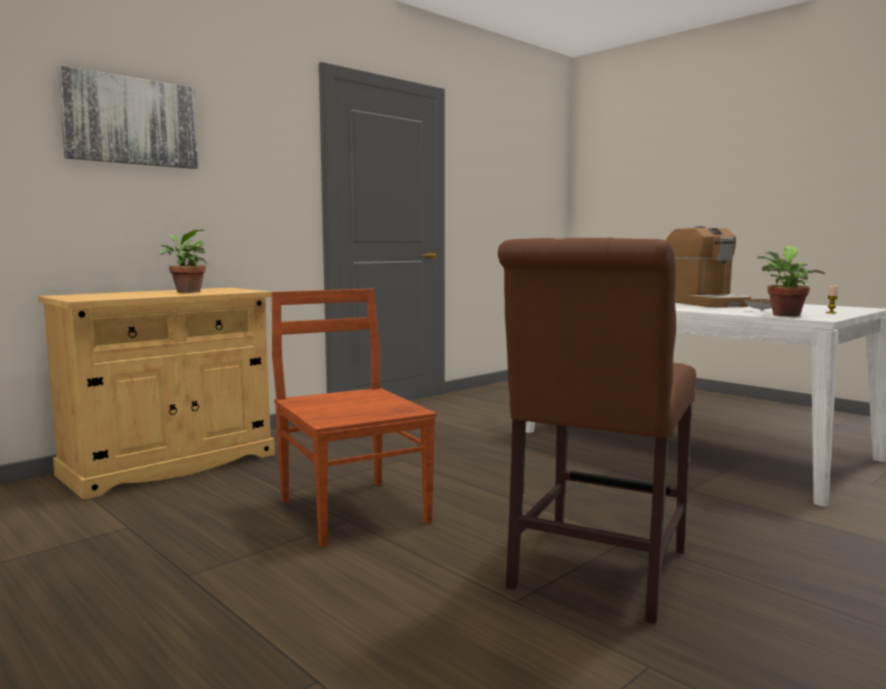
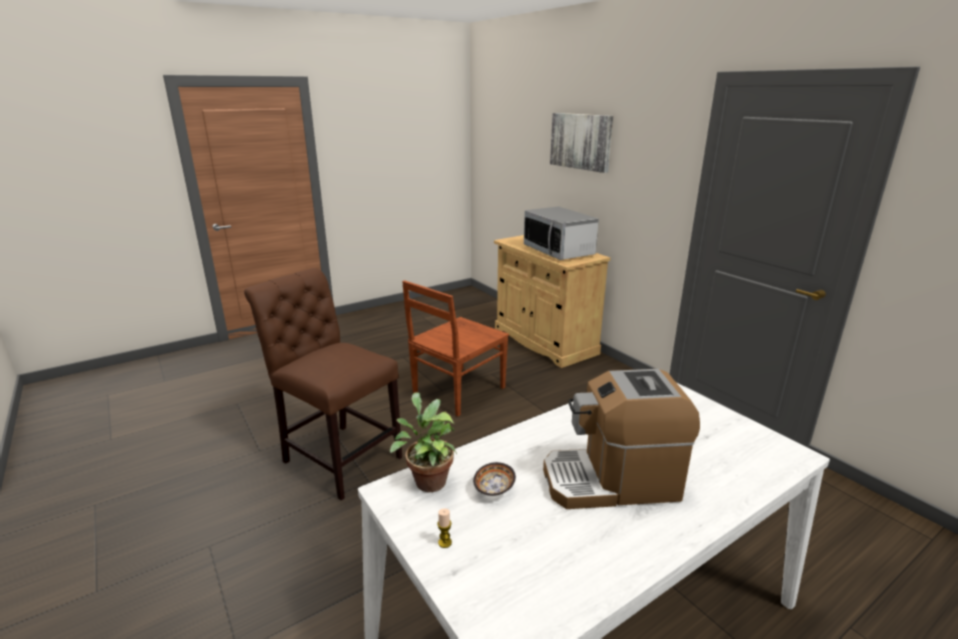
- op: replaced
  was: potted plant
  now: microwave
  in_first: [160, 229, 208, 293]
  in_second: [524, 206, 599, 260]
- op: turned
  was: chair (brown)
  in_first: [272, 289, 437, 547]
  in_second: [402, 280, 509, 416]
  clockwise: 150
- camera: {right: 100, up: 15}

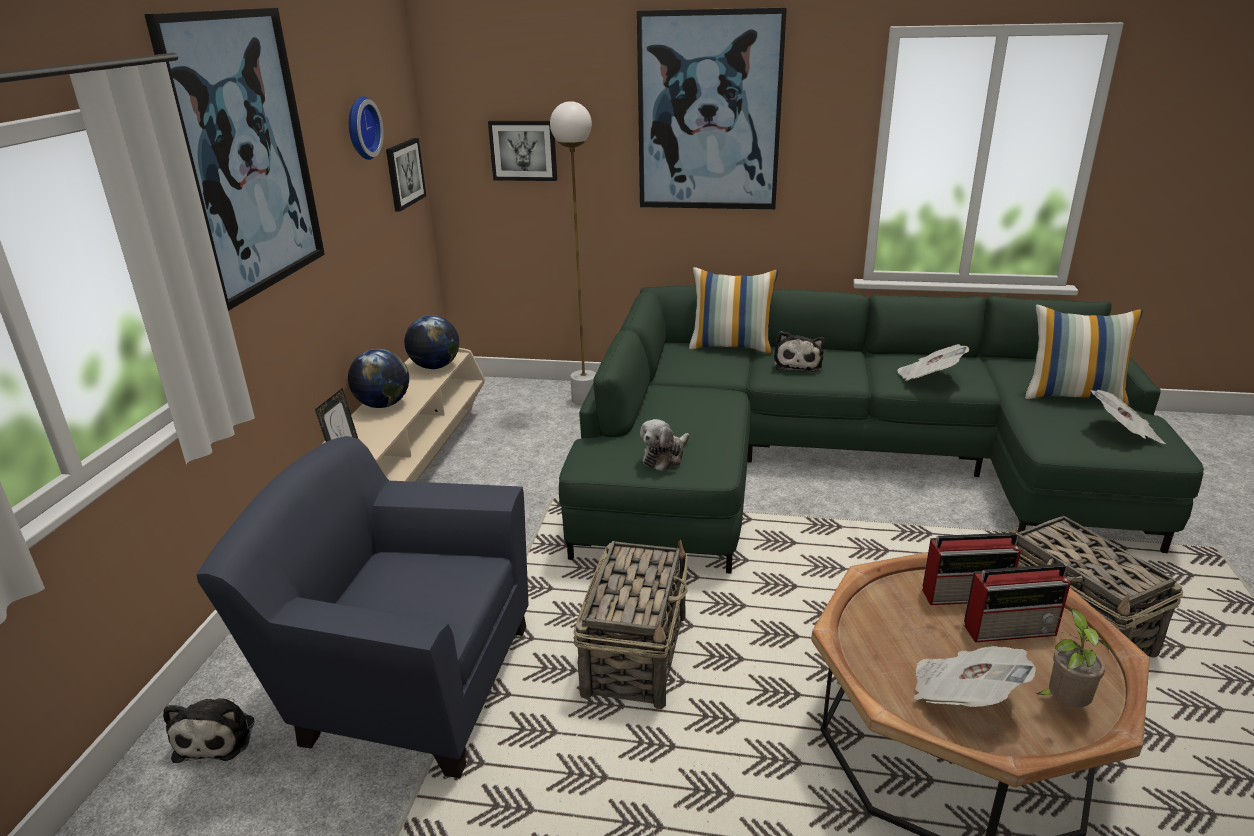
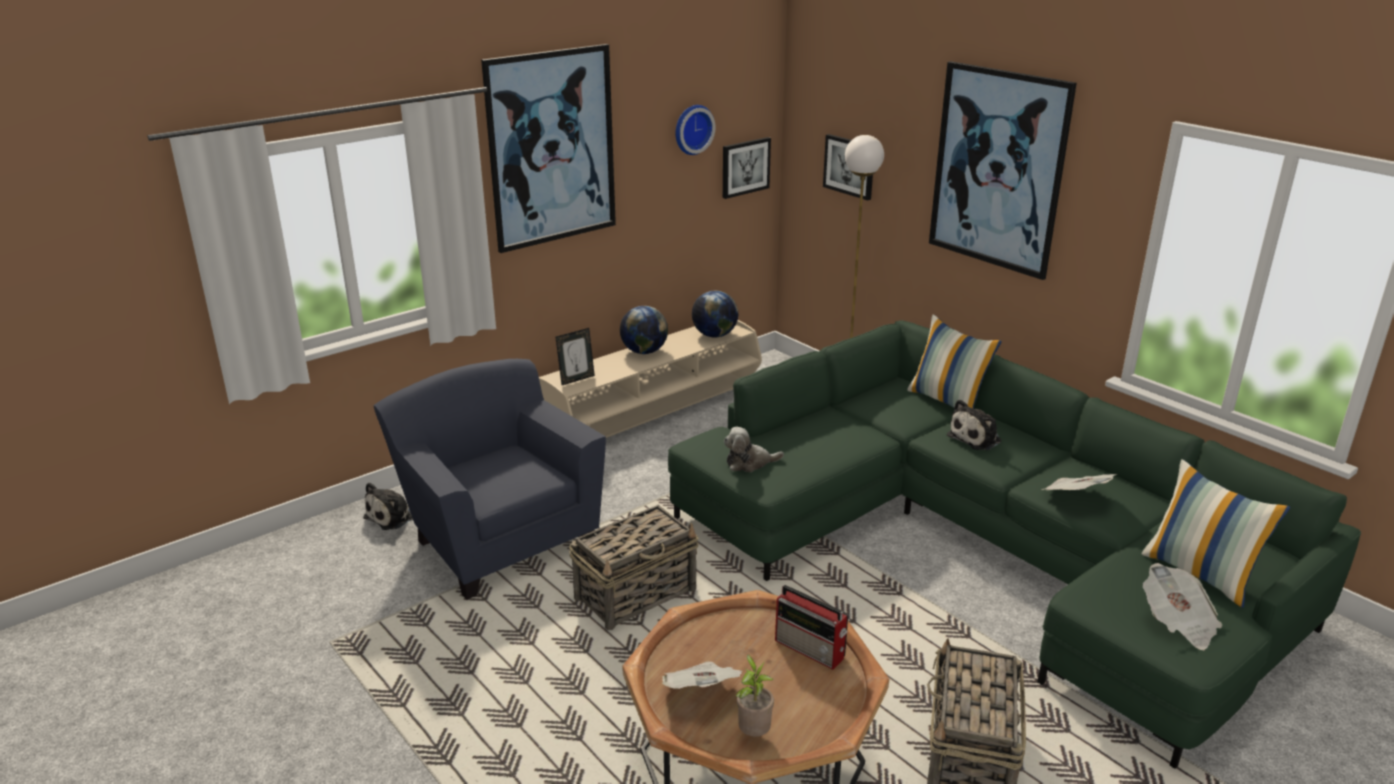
- op: removed
  was: radio set
  in_first: [964, 564, 1071, 643]
- camera: {right: 40, up: 0}

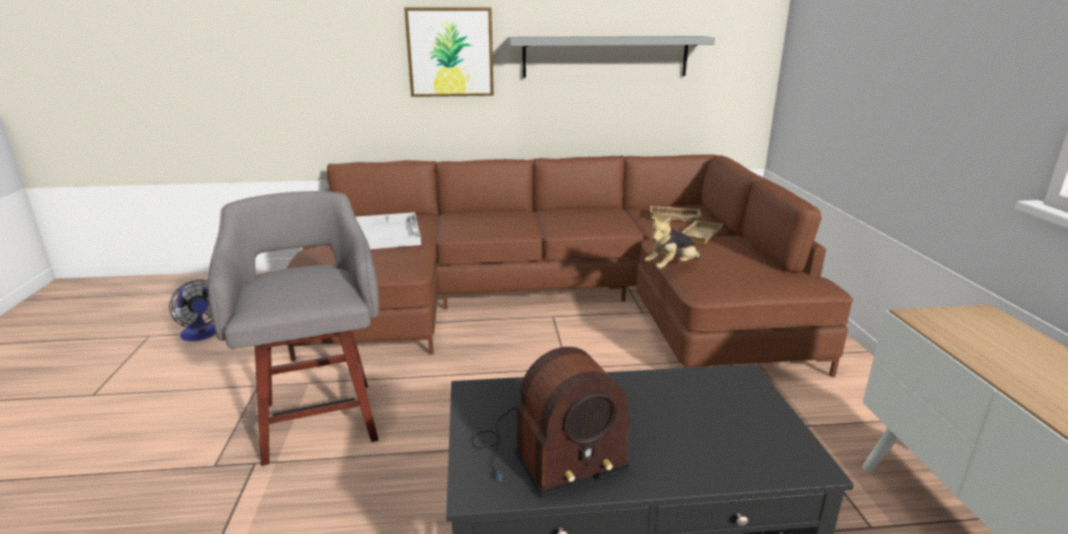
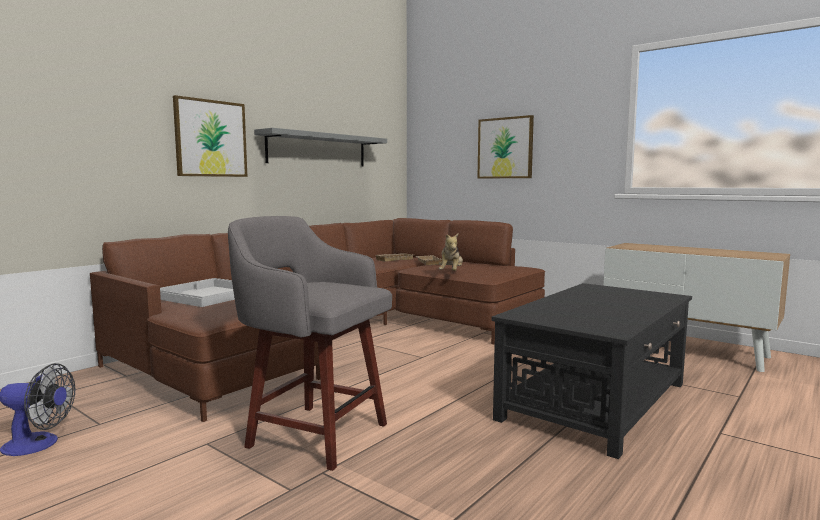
- op: removed
  was: radio set
  in_first: [472, 347, 631, 497]
- op: added
  now: wall picture
  in_second: [478, 115, 534, 179]
- camera: {right: -45, up: -15}

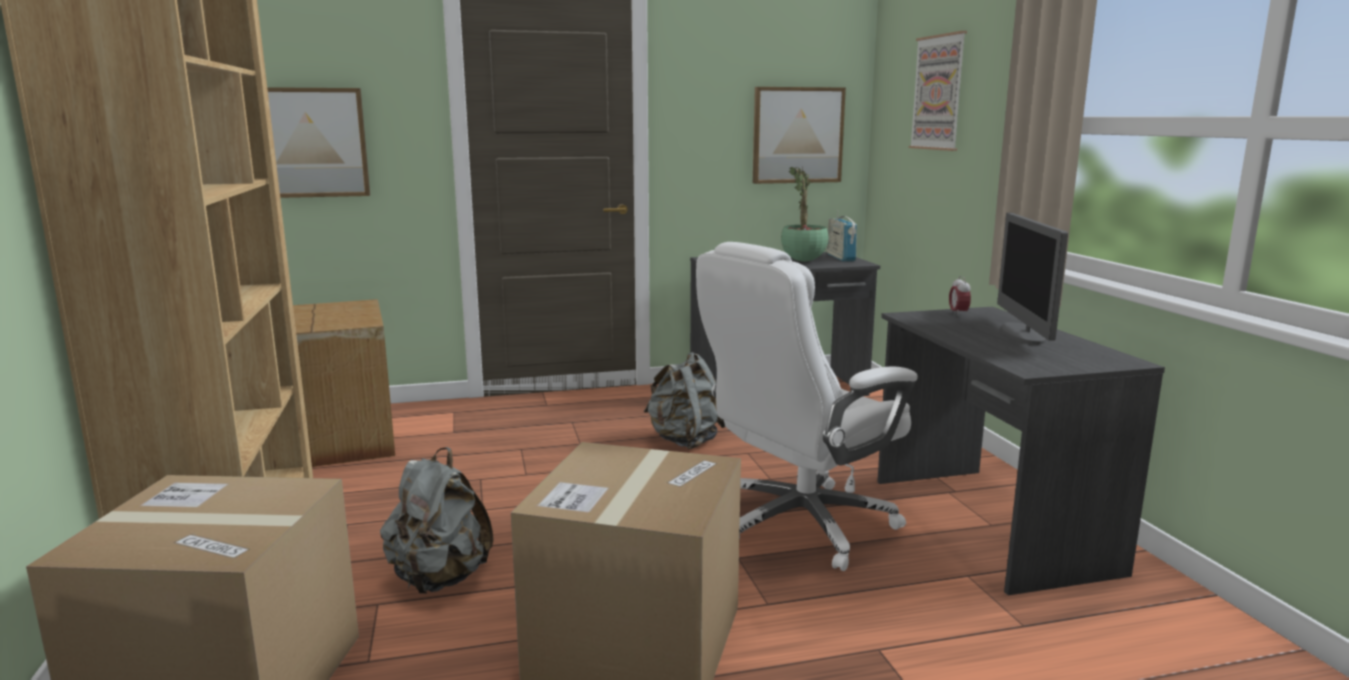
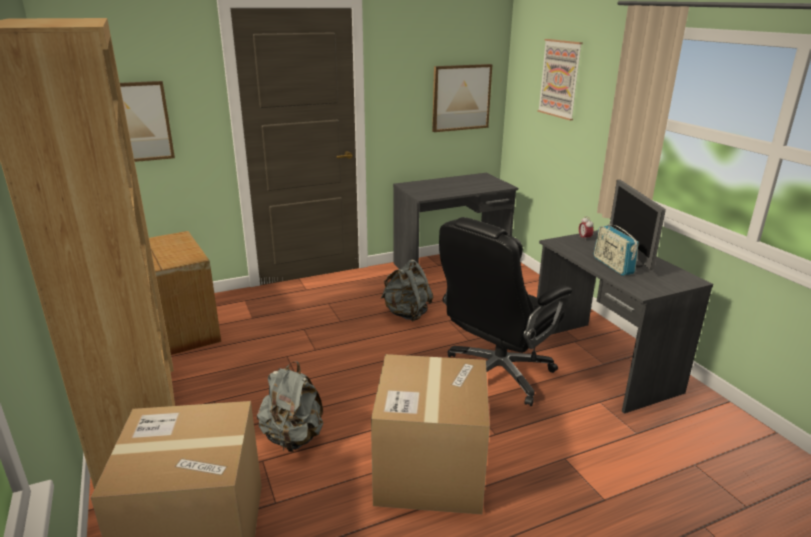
- op: recoloured
  was: office chair (white)
  now: office chair (blackish)
  in_first: [696, 242, 918, 571]
  in_second: [439, 217, 572, 406]
- op: removed
  was: potted plant
  in_first: [781, 167, 828, 262]
- op: moved
  was: radio set
  in_first: [827, 210, 857, 261]
  in_second: [594, 220, 639, 276]
- camera: {right: -10, up: 10}

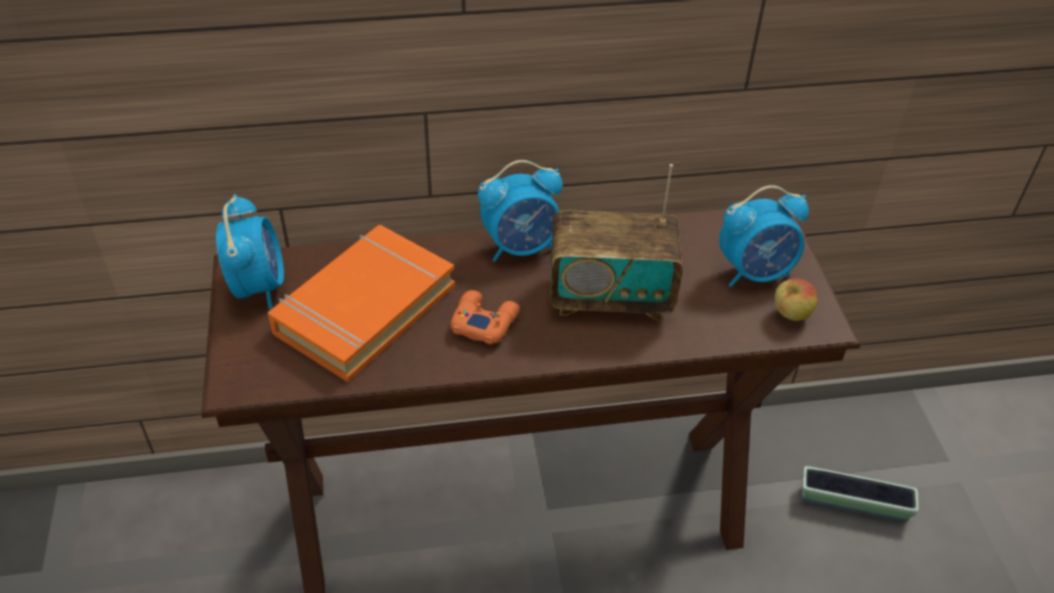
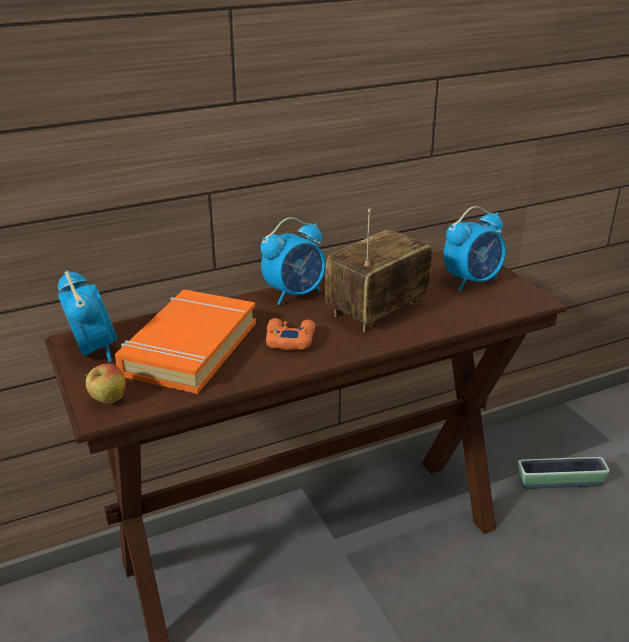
- op: turned
  was: radio set
  in_first: [550, 164, 683, 320]
  in_second: [325, 209, 432, 332]
  clockwise: 150
- op: moved
  was: apple fruit
  in_first: [775, 278, 817, 321]
  in_second: [86, 363, 126, 403]
- camera: {right: -15, up: -15}

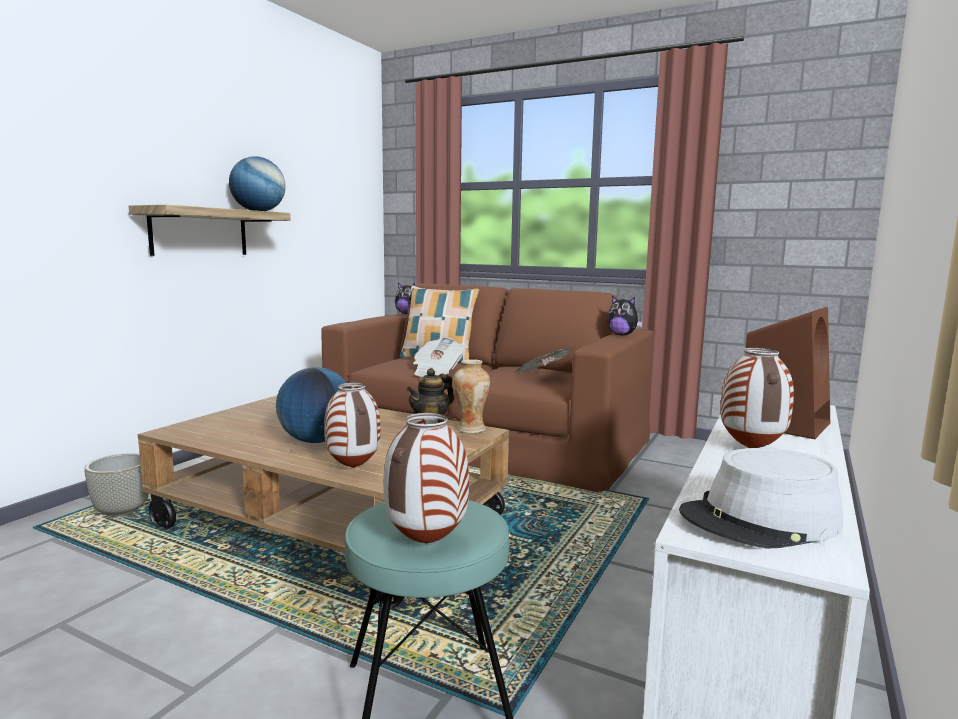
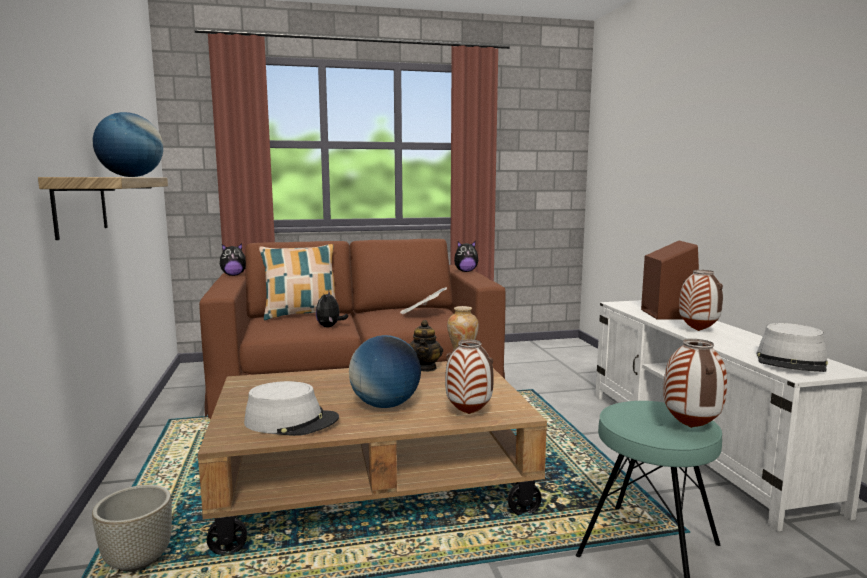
- op: replaced
  was: printed paper
  now: cuddly toy
  in_first: [413, 337, 465, 377]
  in_second: [316, 292, 348, 327]
- op: added
  now: clothing hat (greyish)
  in_second: [244, 381, 339, 436]
- camera: {right: -40, up: 0}

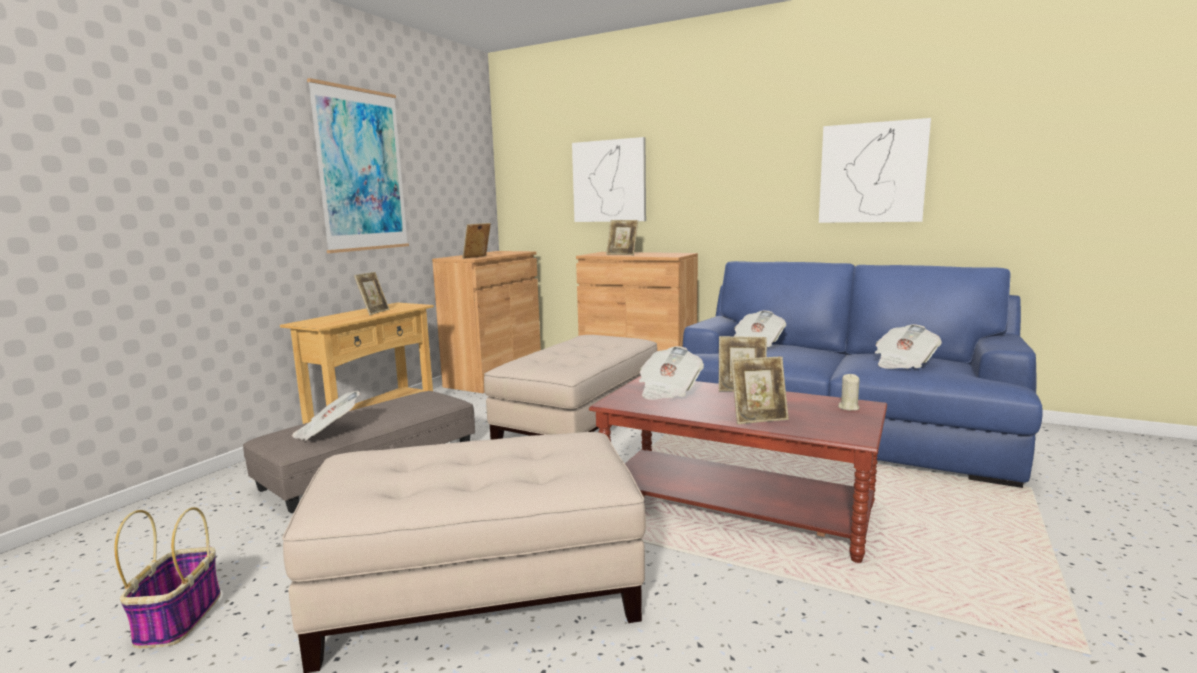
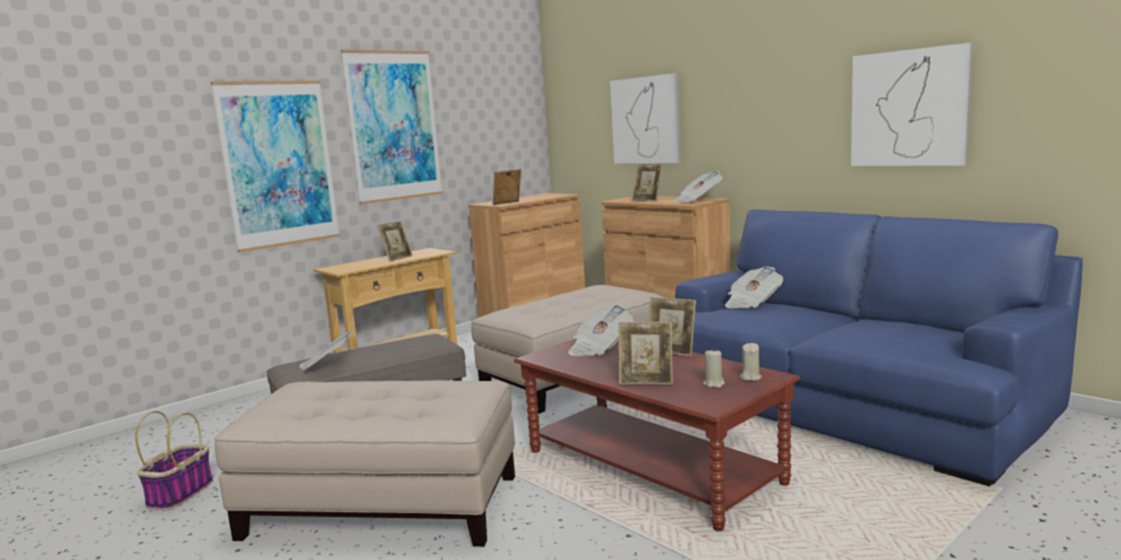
- op: moved
  was: printed paper
  in_first: [875, 324, 941, 369]
  in_second: [673, 171, 723, 203]
- op: added
  now: wall picture
  in_second: [211, 80, 340, 253]
- op: added
  now: candle (sand-coloured)
  in_second: [703, 349, 725, 388]
- camera: {right: 20, up: 0}

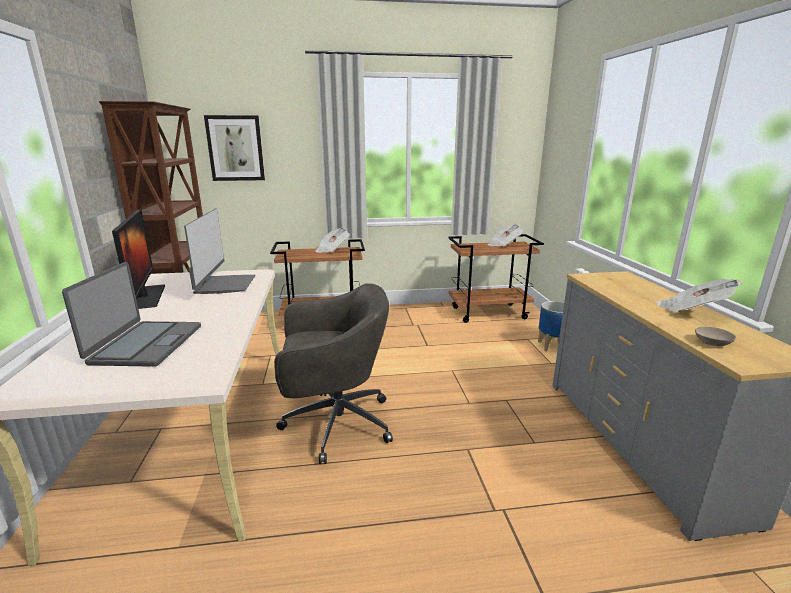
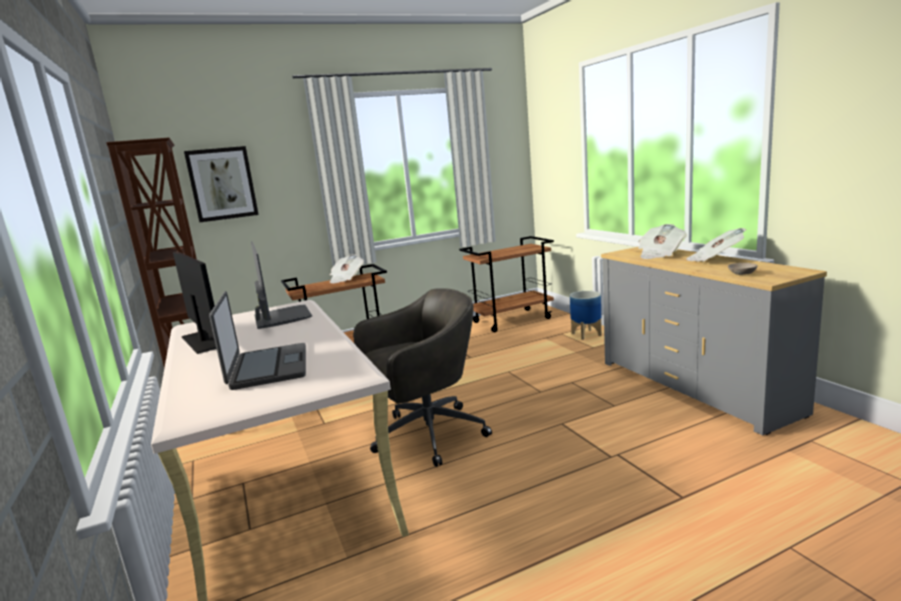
- op: moved
  was: printed paper
  in_first: [488, 224, 523, 247]
  in_second: [638, 224, 687, 259]
- camera: {right: -15, up: -5}

